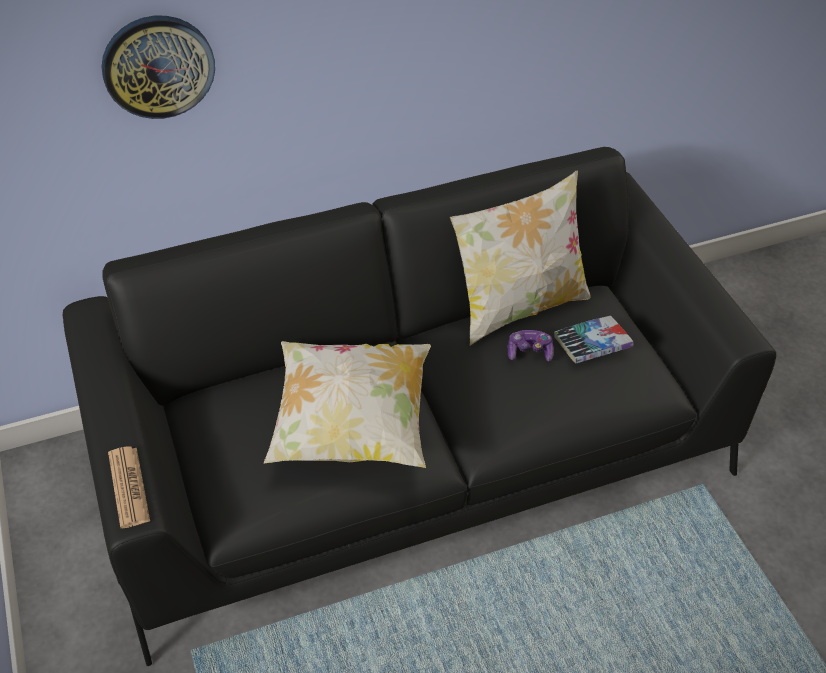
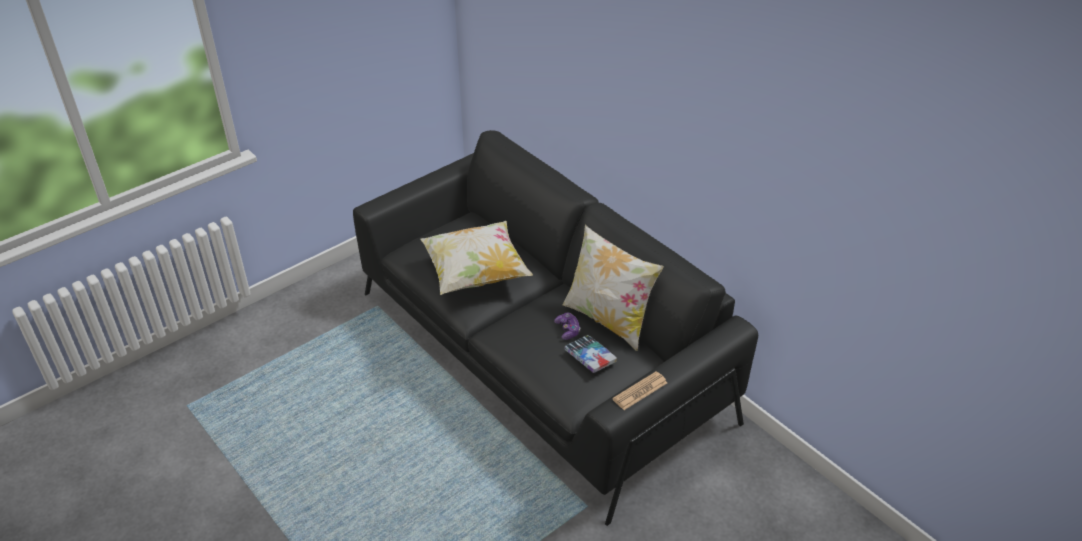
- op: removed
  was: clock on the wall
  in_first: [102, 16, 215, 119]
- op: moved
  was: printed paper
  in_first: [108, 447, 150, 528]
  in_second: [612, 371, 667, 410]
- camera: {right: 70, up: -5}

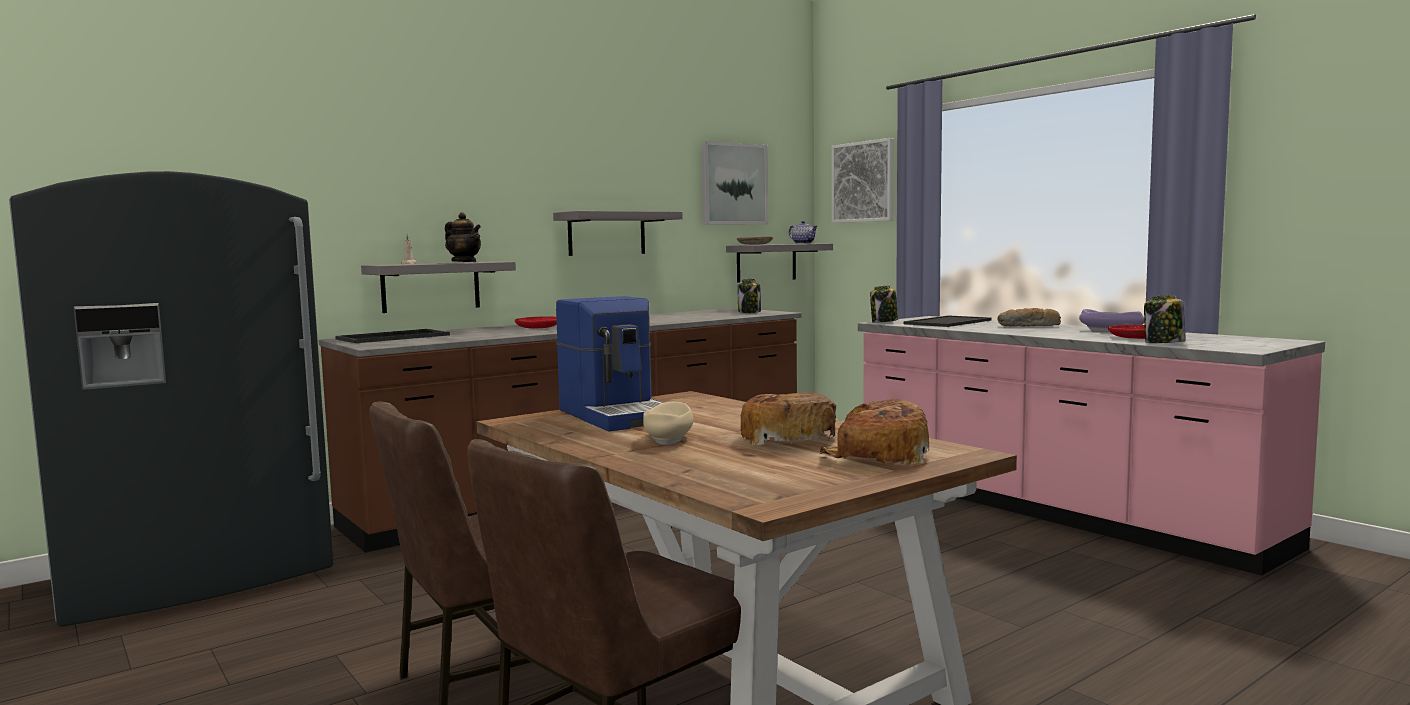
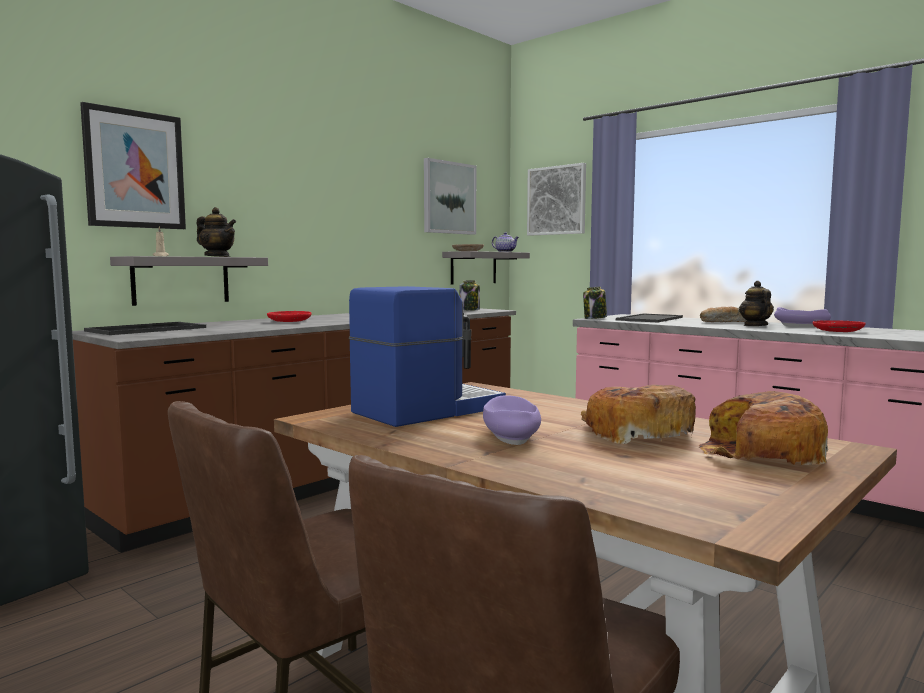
- op: removed
  was: shelf (greyish)
  in_first: [553, 211, 683, 256]
- op: turned
  was: coffee machine
  in_first: [556, 296, 663, 431]
  in_second: [349, 286, 506, 427]
  clockwise: -90
- op: recoloured
  was: serving bowl (sand-coloured)
  now: serving bowl (purple)
  in_first: [643, 402, 694, 445]
  in_second: [483, 395, 541, 445]
- op: removed
  was: jar
  in_first: [1144, 295, 1186, 343]
- op: added
  now: wall picture
  in_second: [80, 102, 186, 229]
- op: added
  now: teapot
  in_second: [739, 281, 774, 326]
- camera: {right: -10, up: 0}

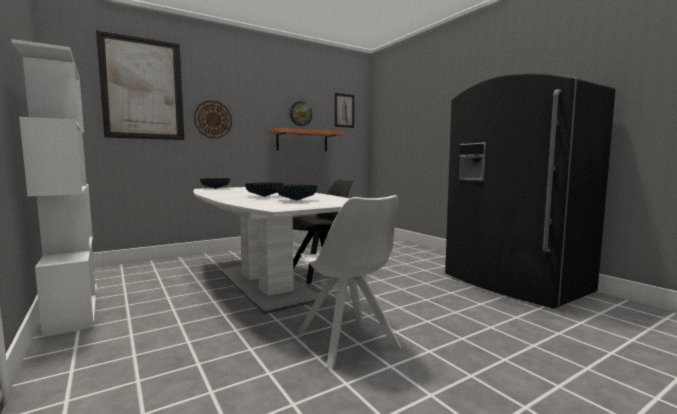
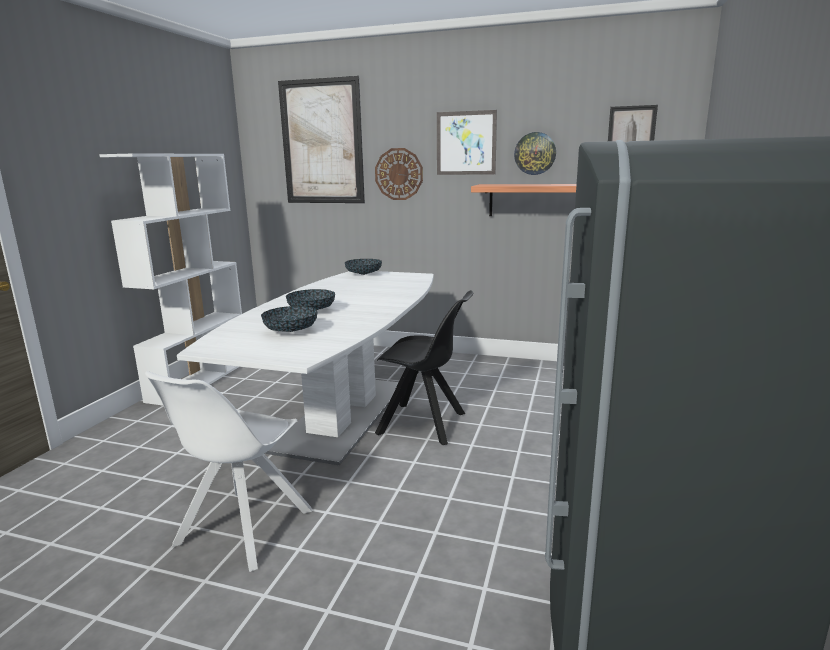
- op: added
  now: wall picture
  in_second: [437, 110, 497, 175]
- camera: {right: 50, up: 10}

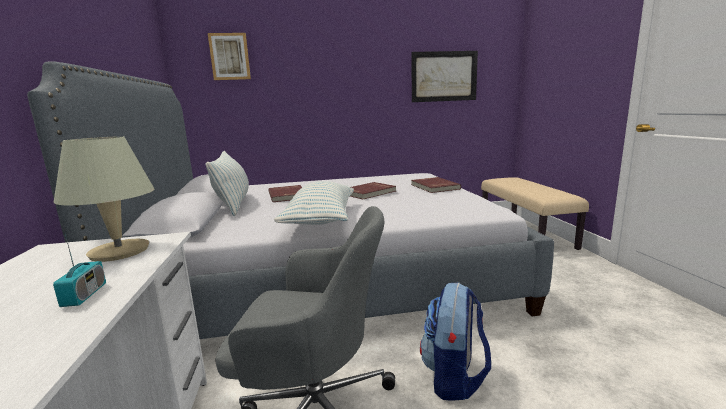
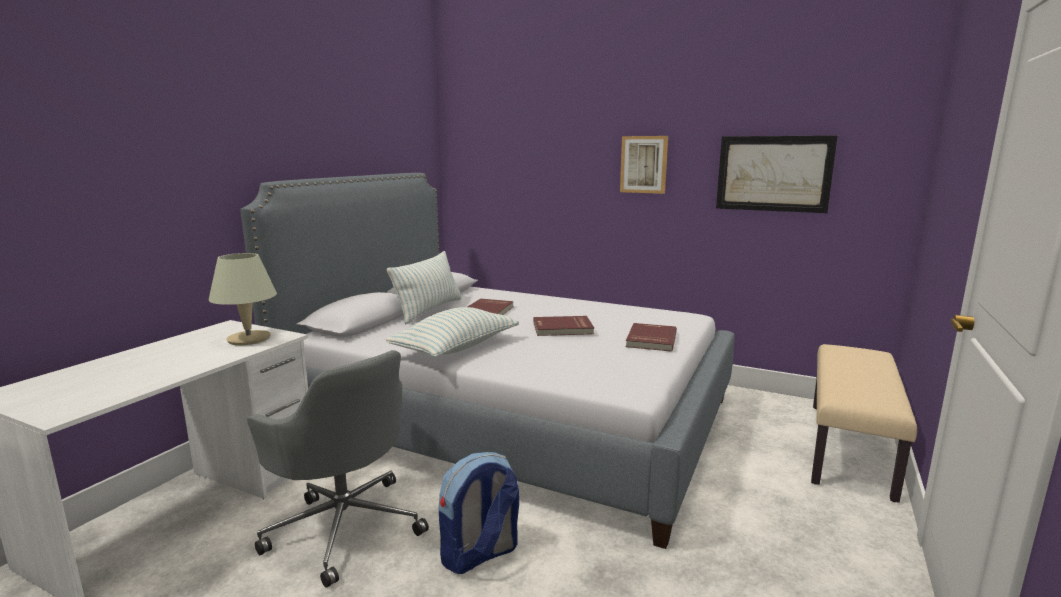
- op: removed
  was: radio set
  in_first: [53, 223, 106, 307]
- op: moved
  was: wall picture
  in_first: [208, 33, 251, 80]
  in_second: [620, 136, 668, 194]
- camera: {right: 35, up: 0}

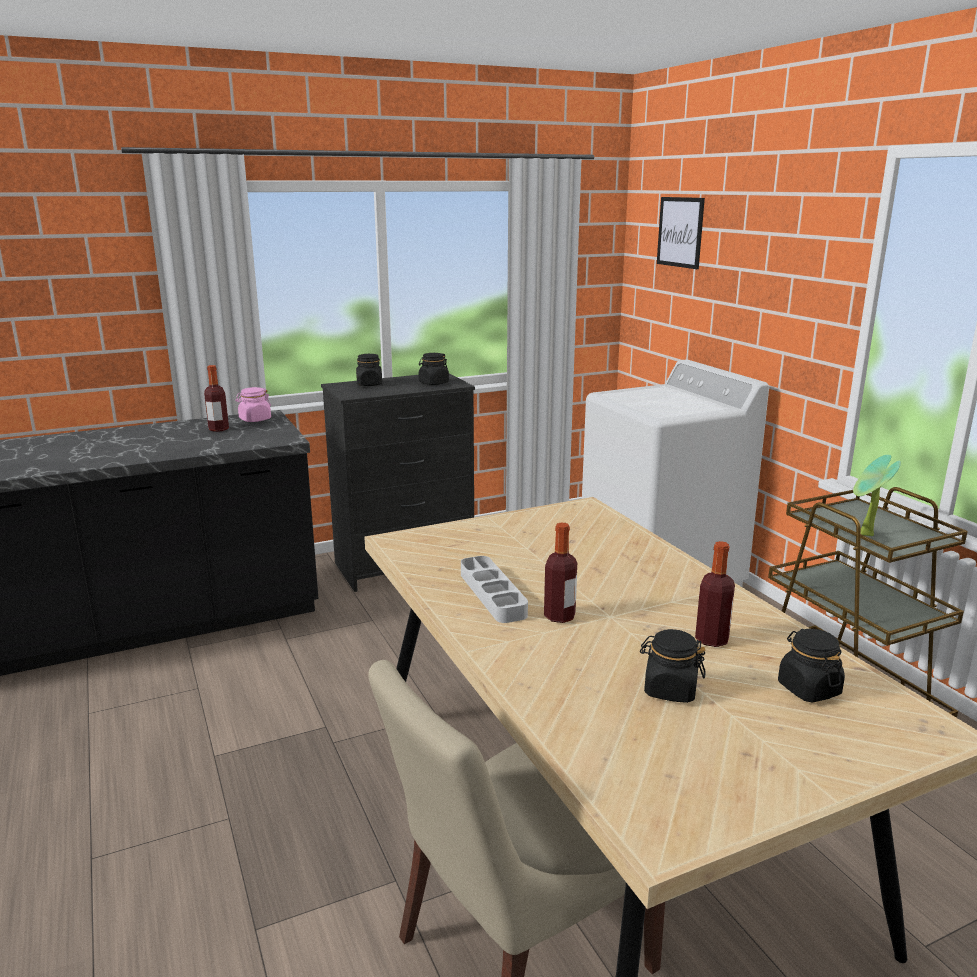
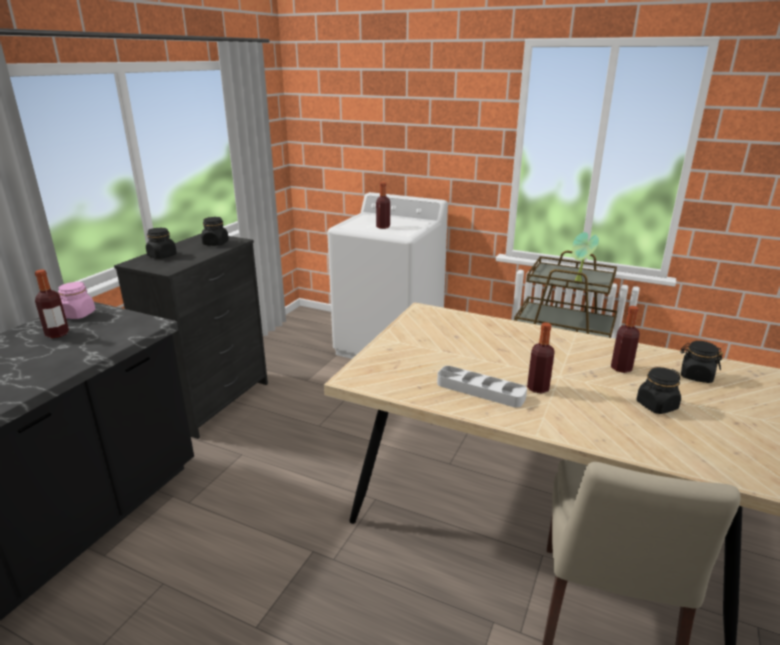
- op: removed
  was: wall picture
  in_first: [657, 197, 705, 269]
- op: added
  now: drink bottle
  in_second: [376, 182, 390, 229]
- camera: {right: -40, up: 5}

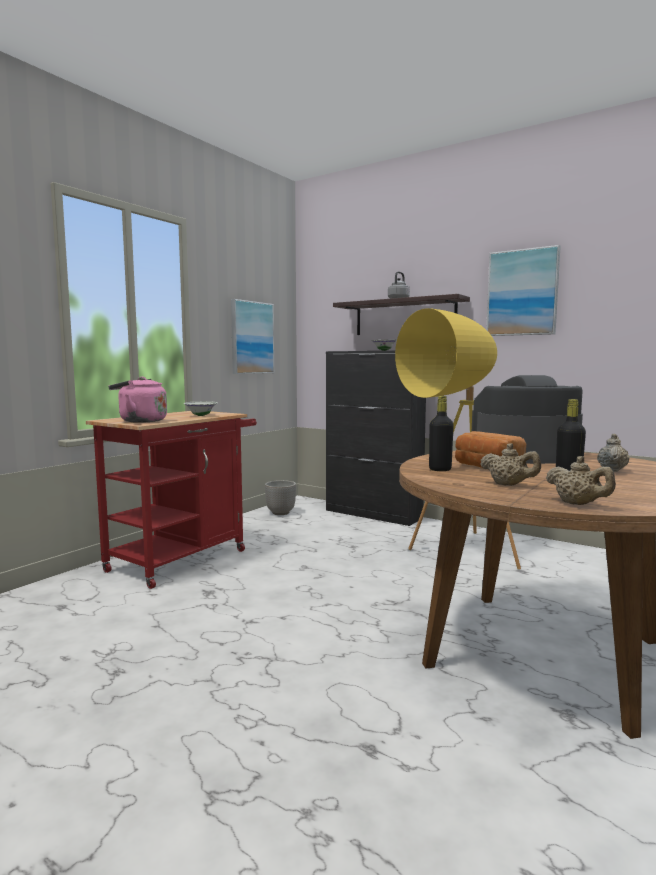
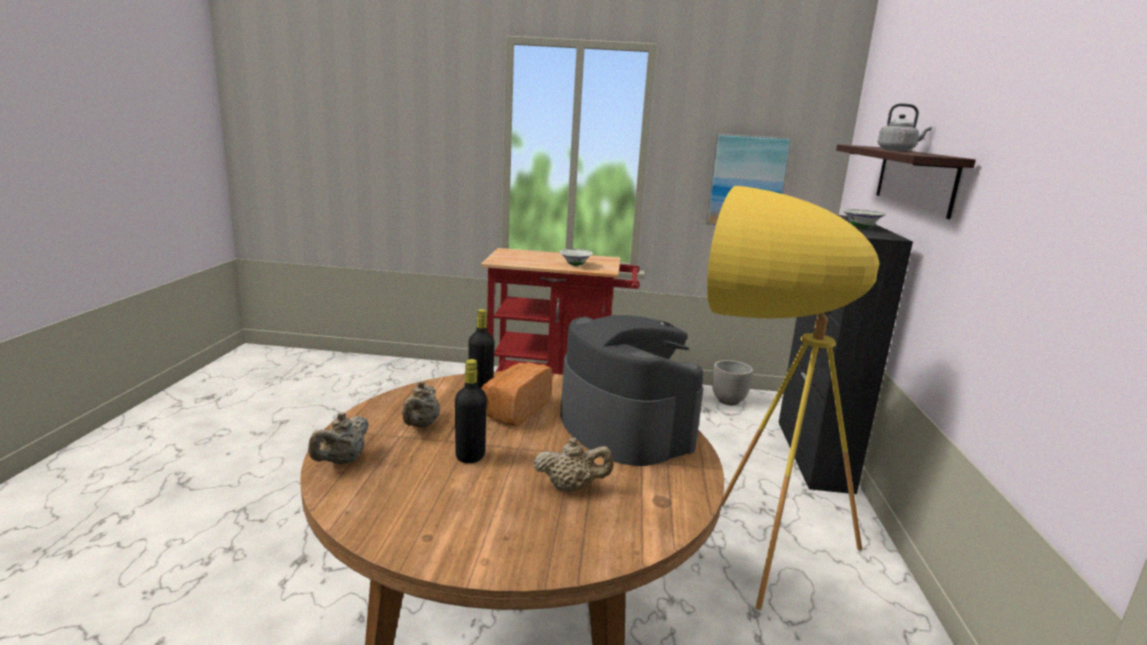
- op: removed
  was: tea kettle (pinkish)
  in_first: [108, 377, 167, 423]
- op: removed
  was: wall picture
  in_first: [486, 245, 561, 336]
- camera: {right: 60, up: 10}

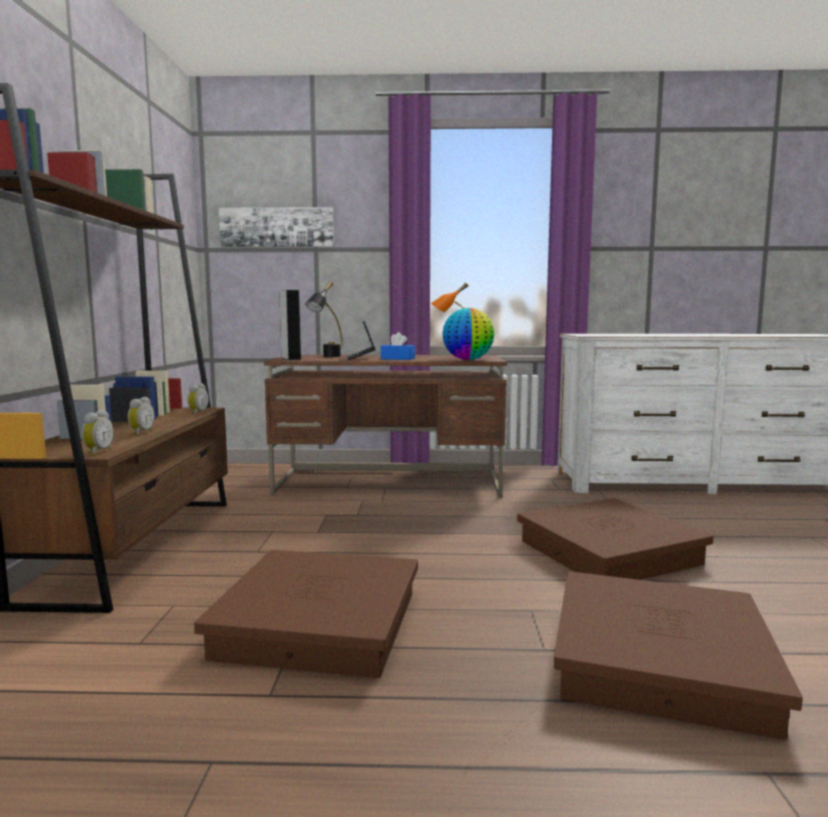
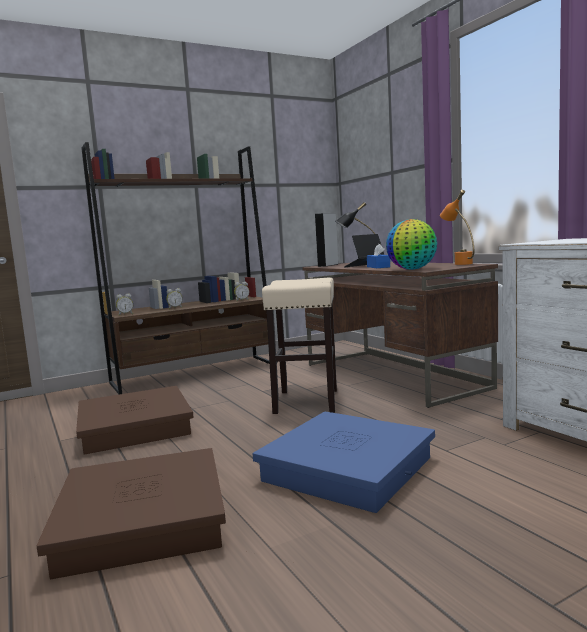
- op: removed
  was: wall picture
  in_first: [219, 207, 334, 247]
- op: recoloured
  was: storage box (brown)
  now: storage box (bluish)
  in_first: [517, 498, 714, 580]
  in_second: [253, 412, 435, 513]
- op: added
  now: sitting stool (sand-coloured)
  in_second: [262, 278, 337, 414]
- camera: {right: 60, up: 0}

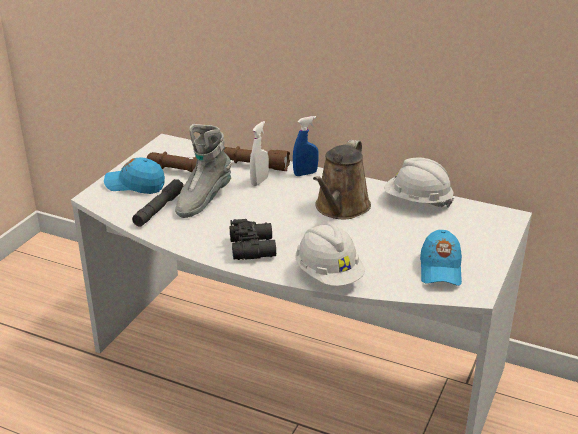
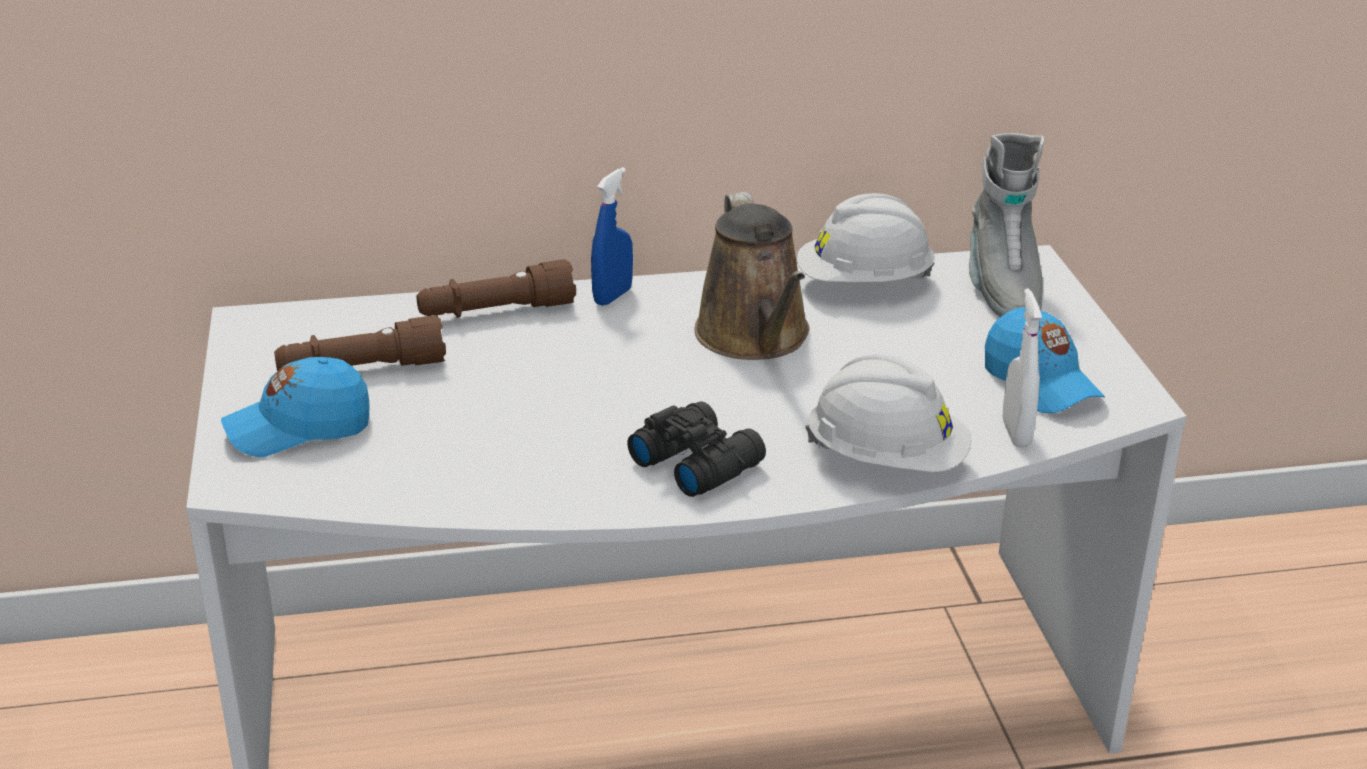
- op: removed
  was: flashlight (greyish)
  in_first: [132, 179, 184, 227]
- op: moved
  was: boot (greyish)
  in_first: [175, 124, 232, 218]
  in_second: [969, 133, 1044, 317]
- op: moved
  was: hand sprayer (white)
  in_first: [250, 121, 269, 186]
  in_second: [1003, 288, 1042, 447]
- camera: {right: -35, up: 0}

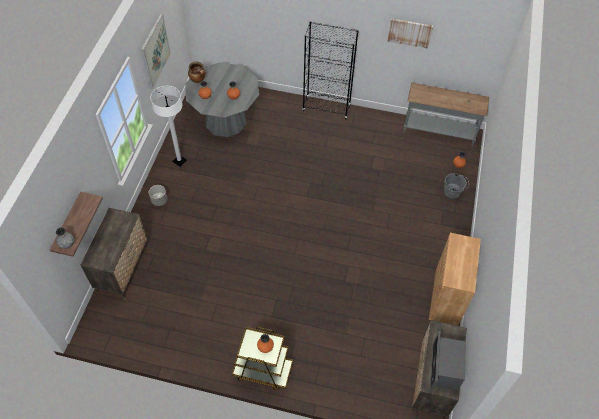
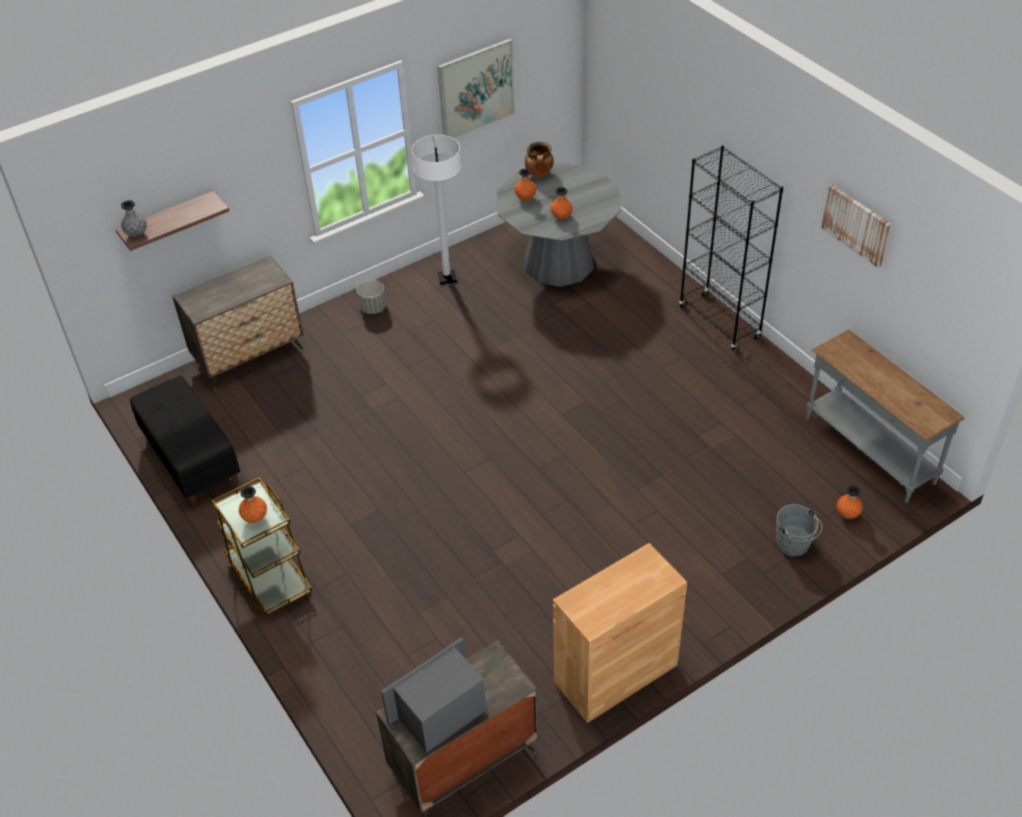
- op: added
  now: long seat (blackish)
  in_second: [130, 376, 240, 507]
- camera: {right: 45, up: -10}

